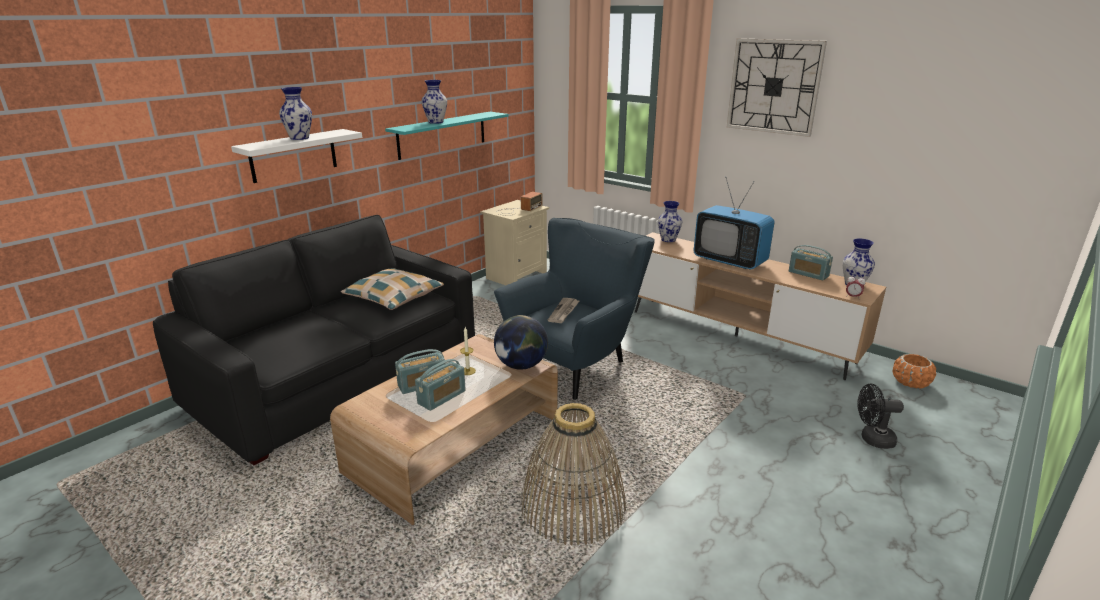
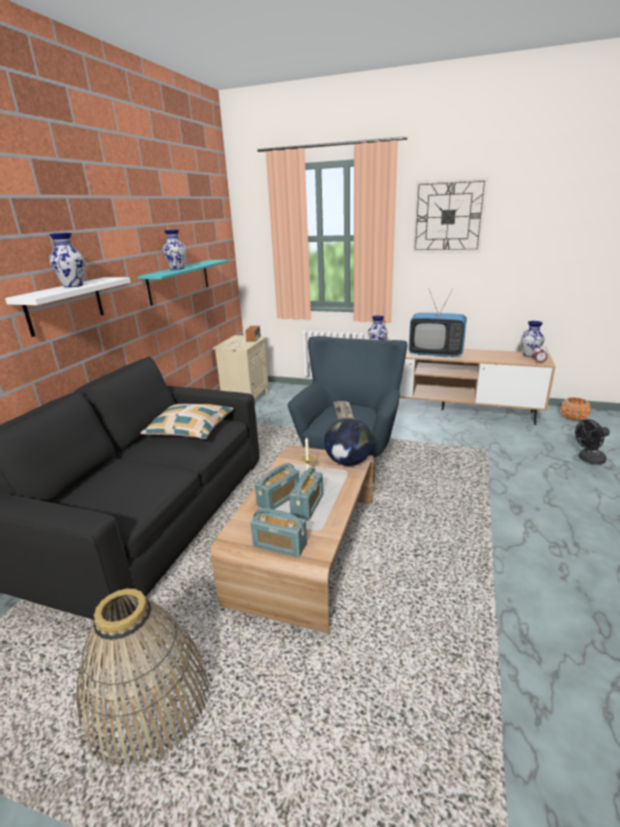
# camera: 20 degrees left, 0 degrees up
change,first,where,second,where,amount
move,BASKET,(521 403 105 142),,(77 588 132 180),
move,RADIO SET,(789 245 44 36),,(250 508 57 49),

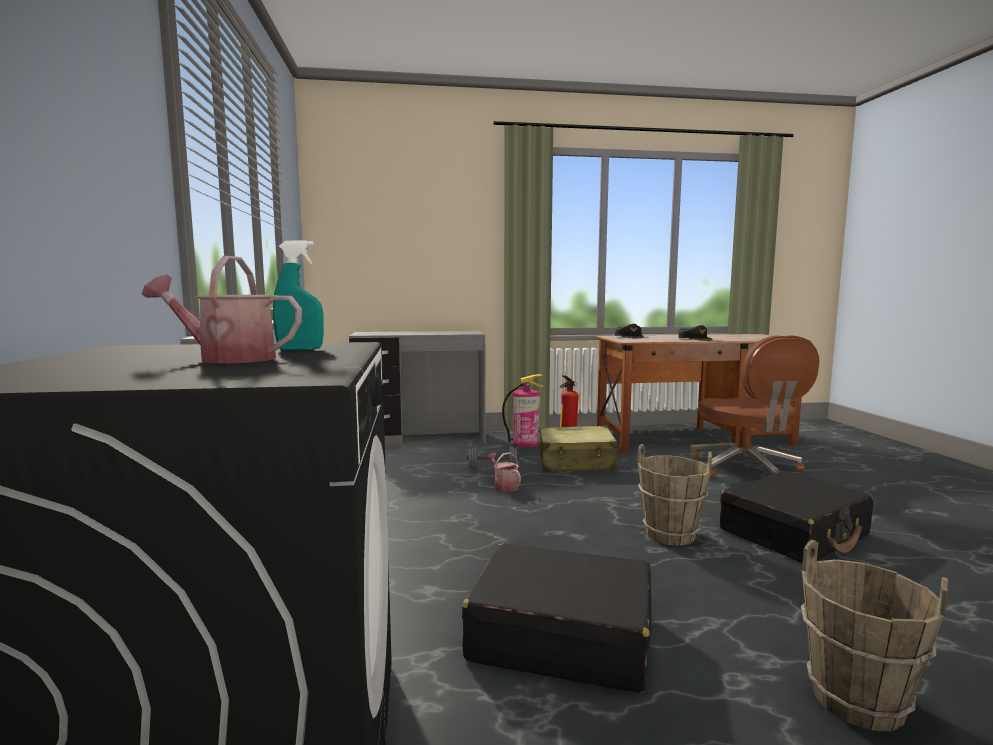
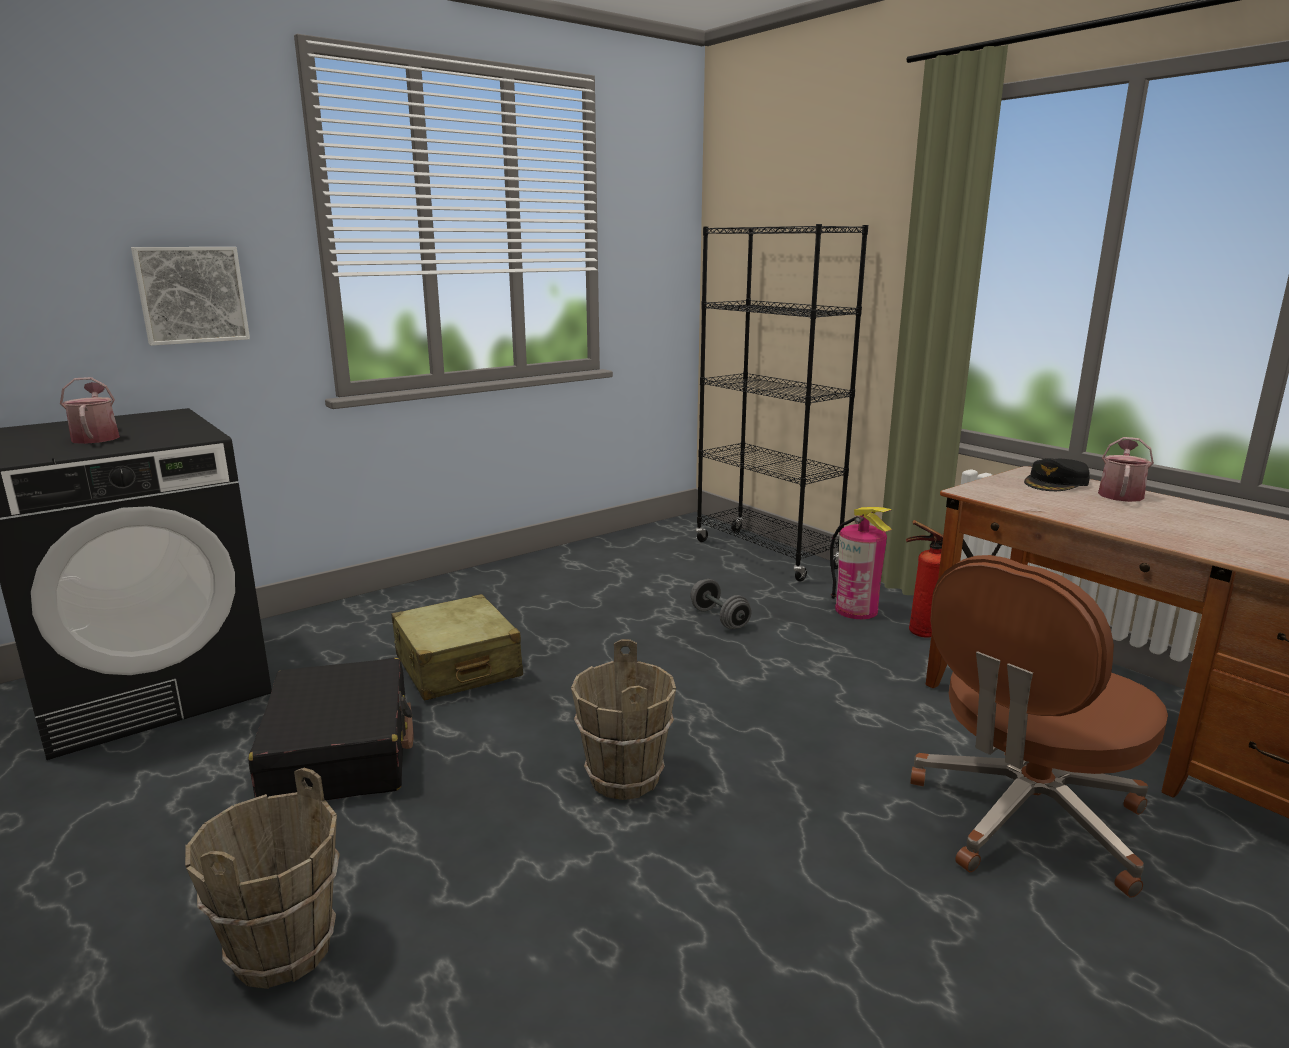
# camera: 60 degrees right, 10 degrees up
change,first,where,second,where,amount
insert,,,PICTURE,(131 247 119 99),
move,BEIGE SUITCASE,(539 426 80 46),,(391 594 132 107),
replace,GREYISH DESK,(349 331 137 116),BLACK BOOKCASE,(696 224 172 357),
move,WATERING POT,(487 452 34 40),,(1098 437 56 65),
delete,TURQUOISE SPRAYER,(273 240 51 111),,,
delete,BLACK PEAKED CAP,(678 325 34 16),,,
delete,BLACK SUITCASE,(719 471 154 92),,,

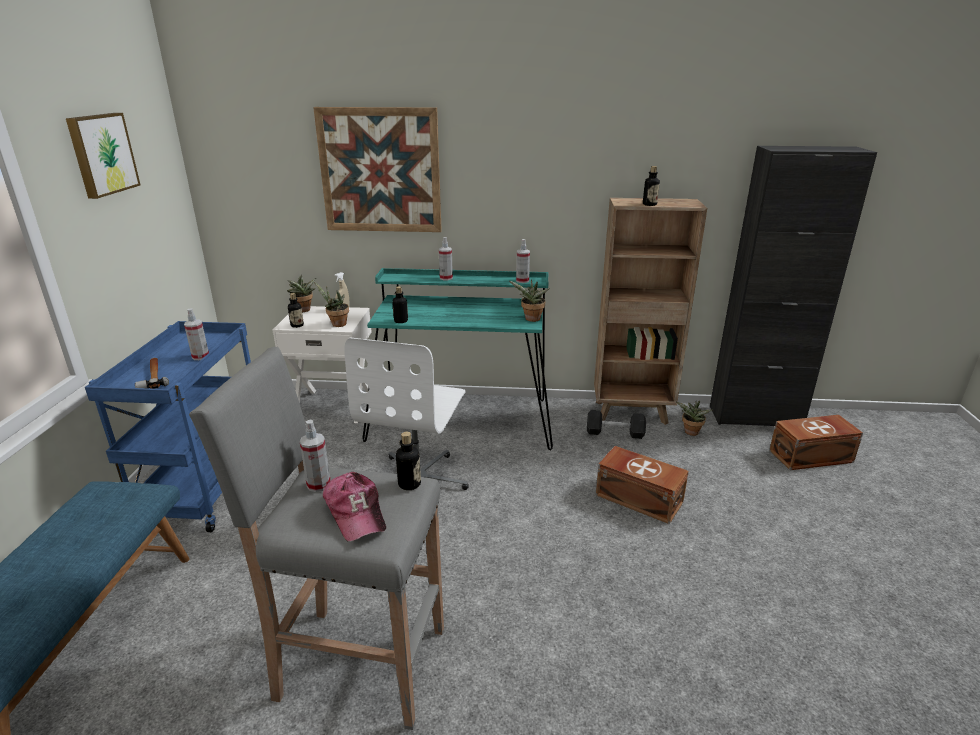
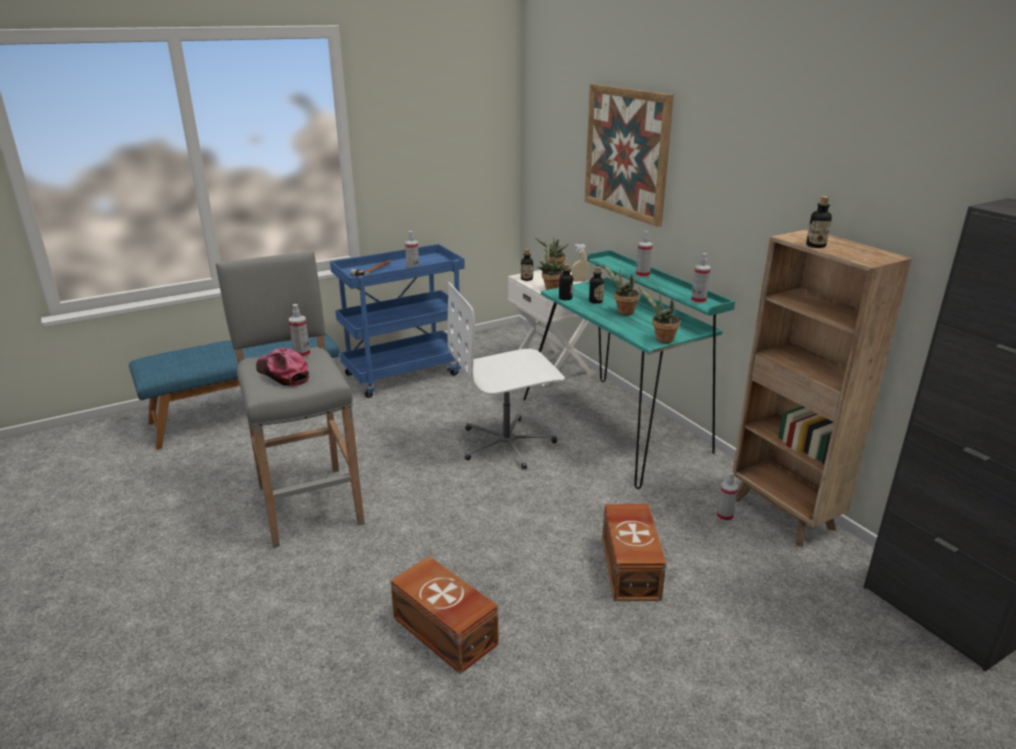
# camera: 55 degrees right, 0 degrees up
change,first,where,second,where,amount
rotate,PEAKED CAP,(323 472 63 69),,(256 348 53 39),105 degrees clockwise
move,BROWN STORAGE BIN,(769 415 94 55),,(390 556 109 118),
move,BOTTLE,(396 431 25 59),,(589 267 15 37),
move,POTTED PLANT,(676 400 37 36),,(603 264 37 51),
replace,BLACK DUMBBELL,(587 410 59 29),SPRAYER,(717 472 21 50),
delete,PICTURE,(66 113 75 86),,,

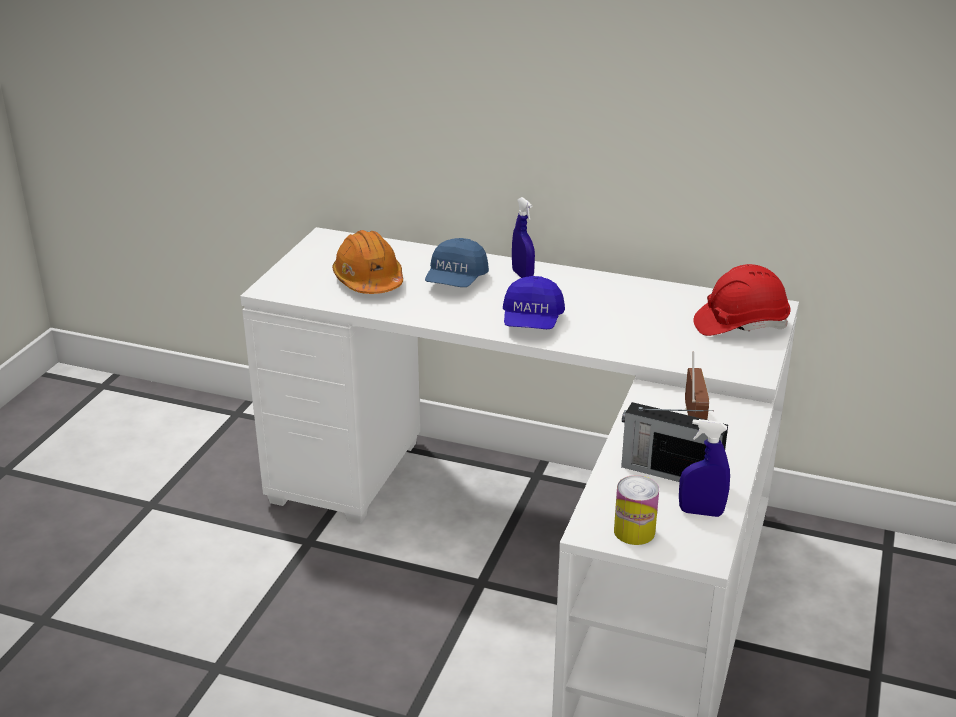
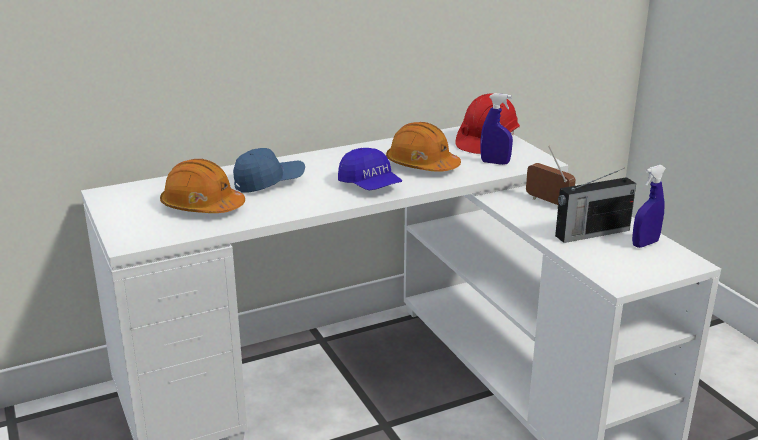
# camera: 45 degrees left, 5 degrees down
change,first,where,second,where,amount
rotate,BLUISH PEAKED CAP,(425 238 64 49),,(233 148 72 45),90 degrees counterclockwise
insert,,,ORANGE-COLOURED SAFETY HELMET,(386 122 75 49),
move,BLUISH SPRAYER,(512 197 23 81),,(480 93 33 72),
delete,SEALED CAN,(614 475 45 70),,,

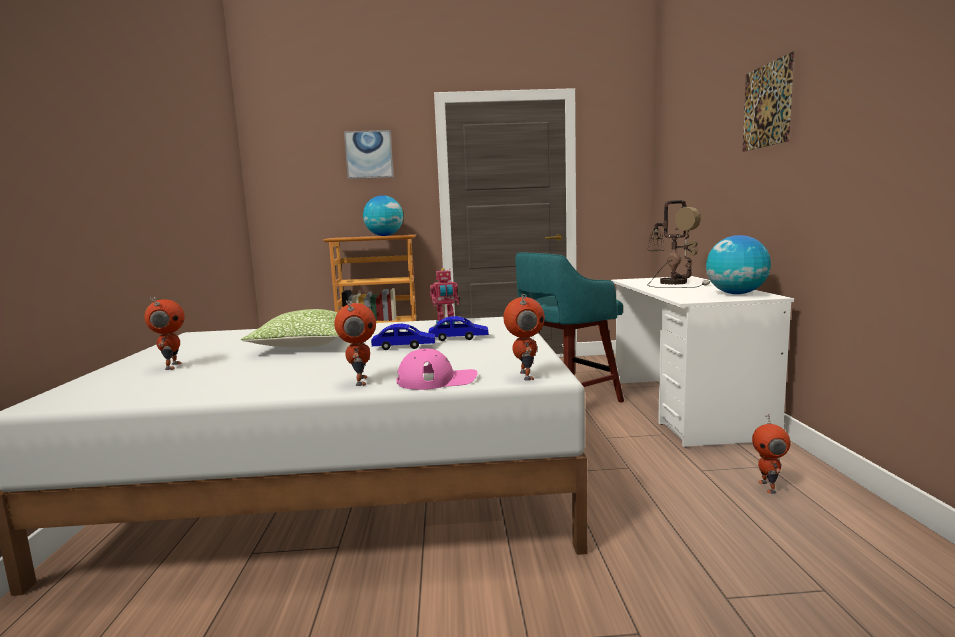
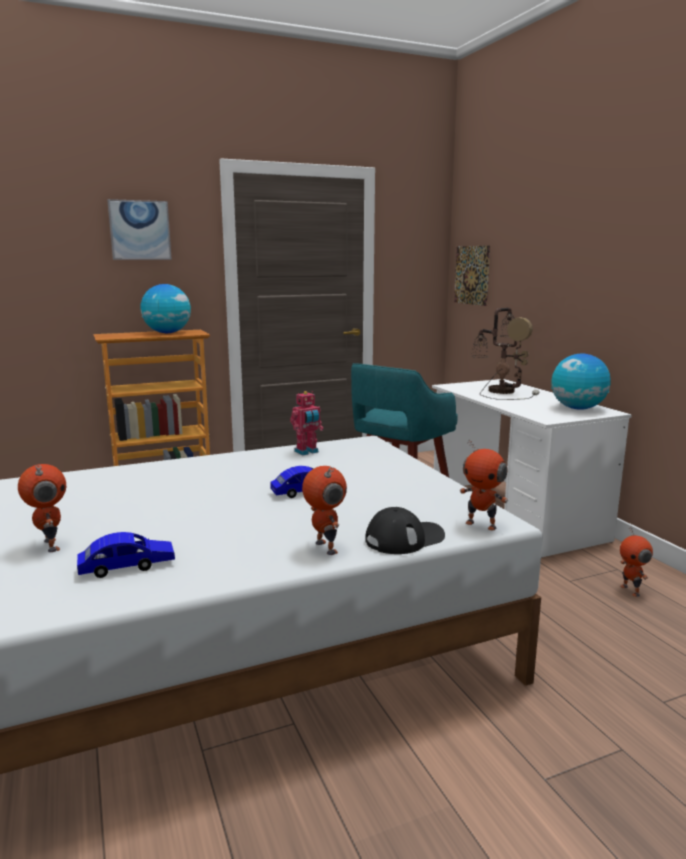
# camera: 20 degrees left, 5 degrees up
change,first,where,second,where,amount
move,BLUISH MINIATURE CAR,(428 316 61 25),,(77 532 98 46),
recolor,PINKISH PEAKED CAP,(396 349 82 41),BLACK PEAKED CAP,(365 507 80 47),
move,PICTURE,(742 52 52 100),,(454 246 36 60),
rotate,ROBOT FIGURE,(503 294 42 87),,(460 439 48 91),150 degrees clockwise
delete,CUSHION,(241 309 98 39),,,

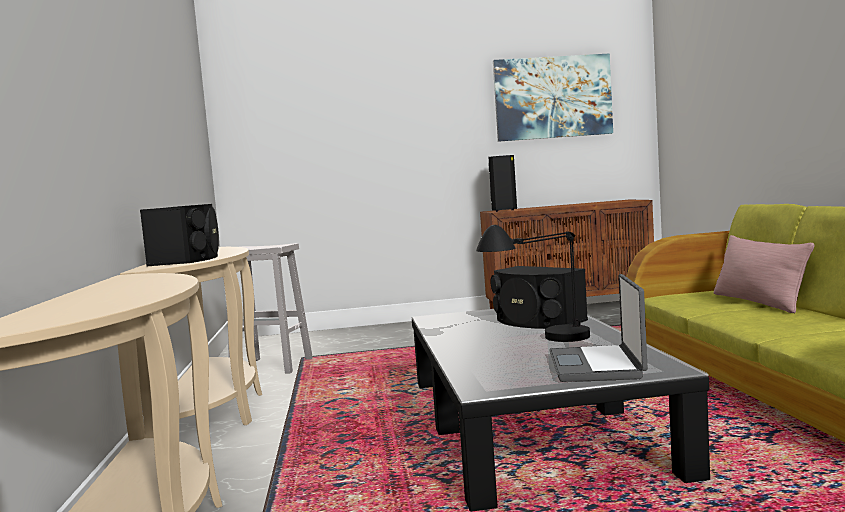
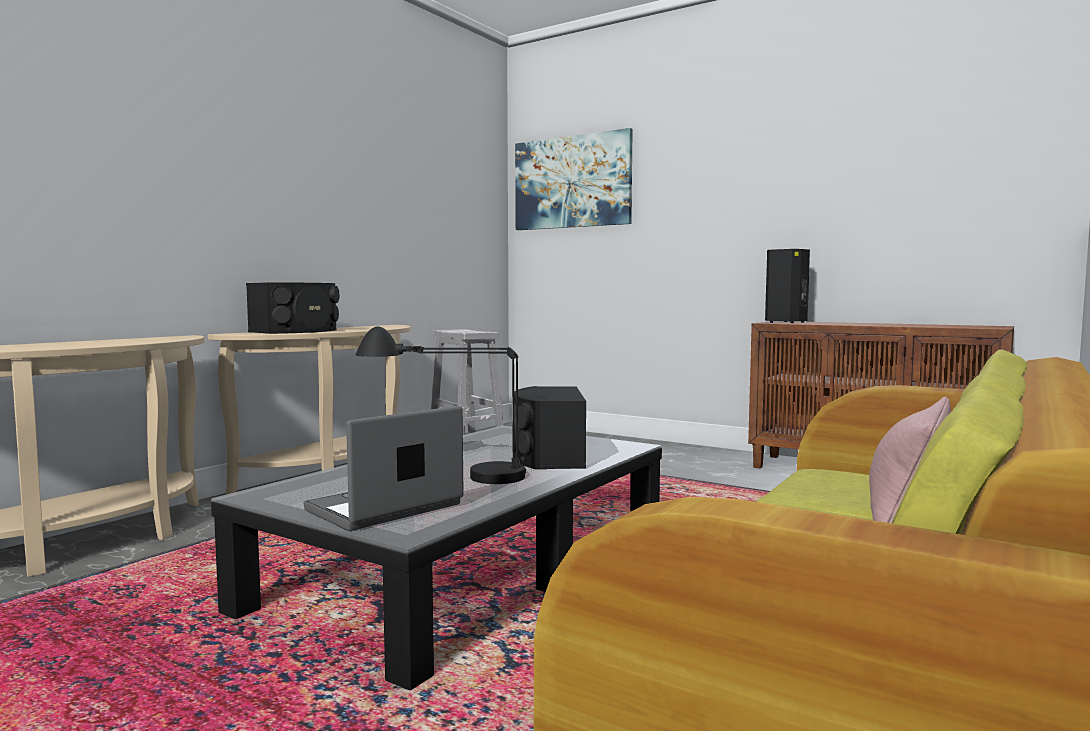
# camera: 40 degrees right, 0 degrees up
change,first,where,second,where,amount
move,PICTURE,(493 53 120 89),,(515 128 118 102),

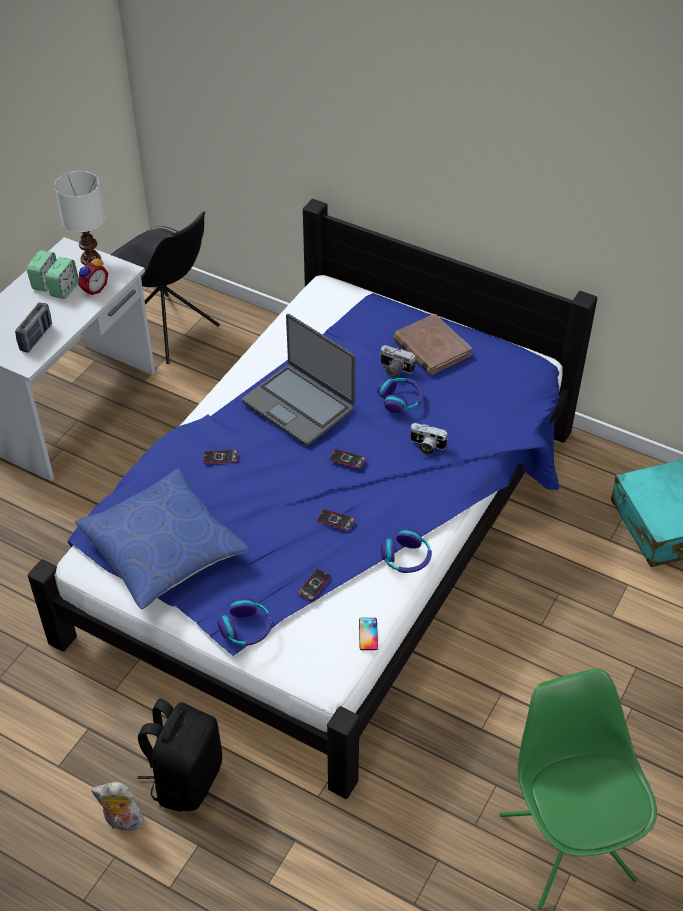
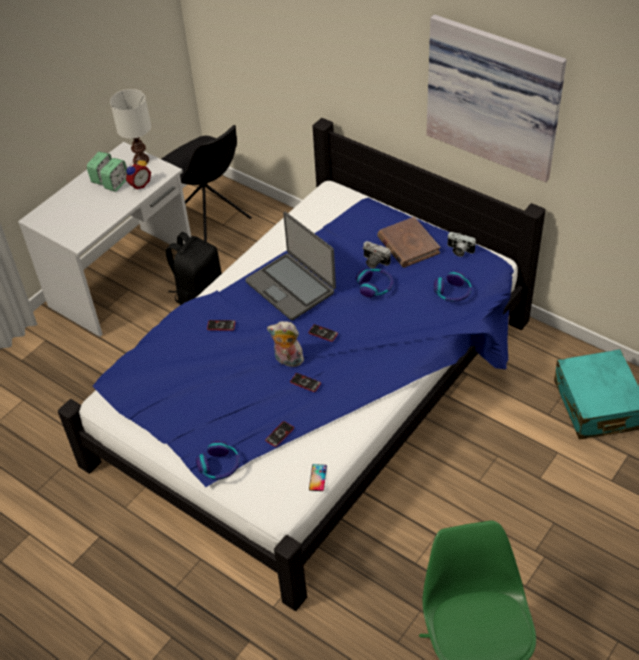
# camera: 10 degrees right, 0 degrees up
change,first,where,second,where,amount
move,BLACK BACKPACK,(137 698 85 114),,(166 232 56 73),
move,CUDDLY TOY,(91 782 53 50),,(267 321 37 46),
insert,,,PICTURE,(426 15 141 167),
move,HEADPHONES,(381 528 51 45),,(434 271 38 31),
move,PHOTO CAMERA,(410 423 37 32),,(447 232 29 25),
delete,RADIO SET,(15 302 37 51),,,
delete,BLUISH CUSHION,(75 469 174 141),,,

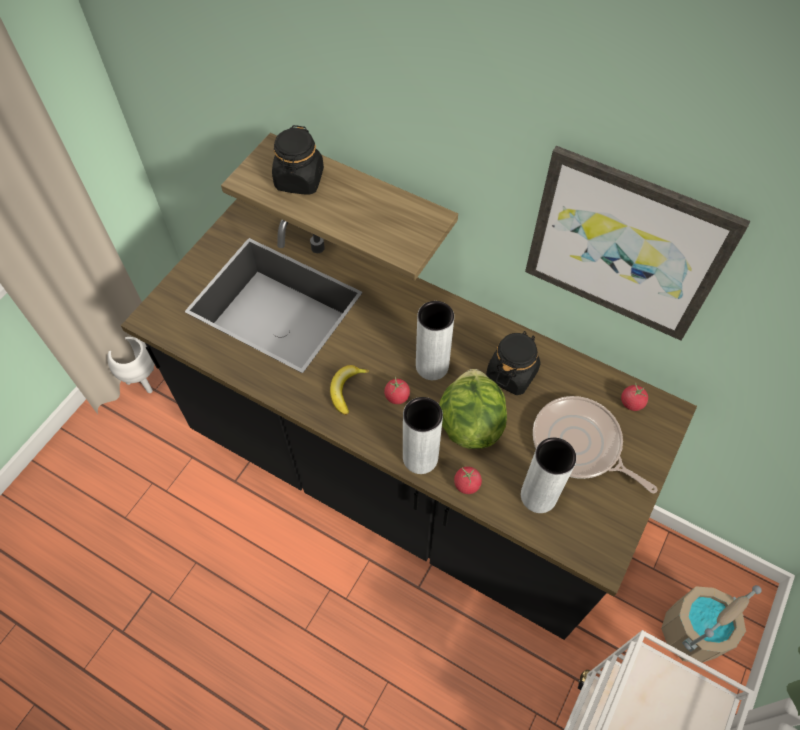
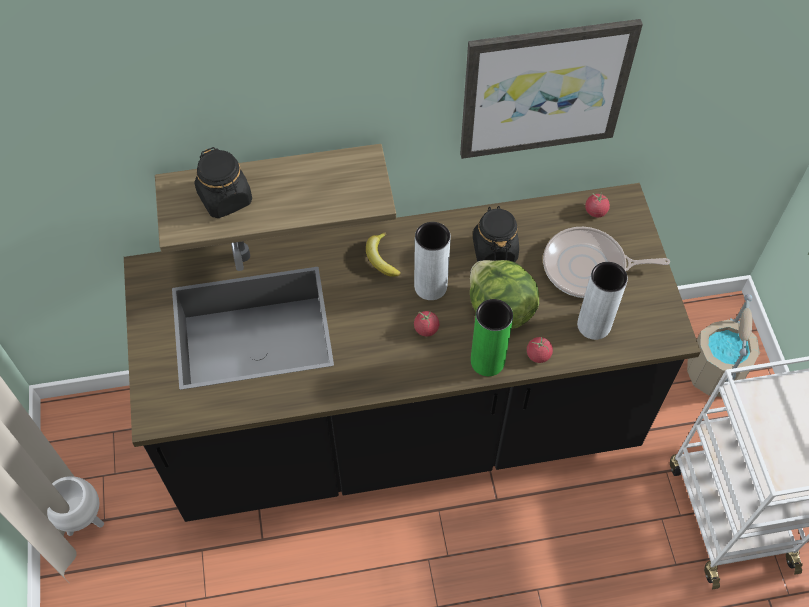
# camera: 40 degrees left, 0 degrees up
change,first,where,second,where,amount
move,BANANA,(330 365 39 50),,(366 233 34 44),
recolor,GREYISH VASE,(403 397 40 77),GREEN-COLOURED VASE,(471 299 42 77),

